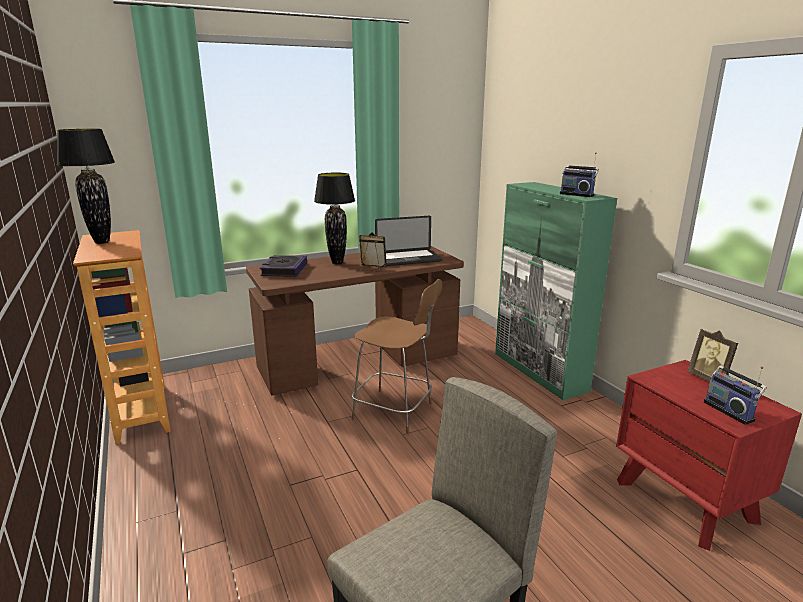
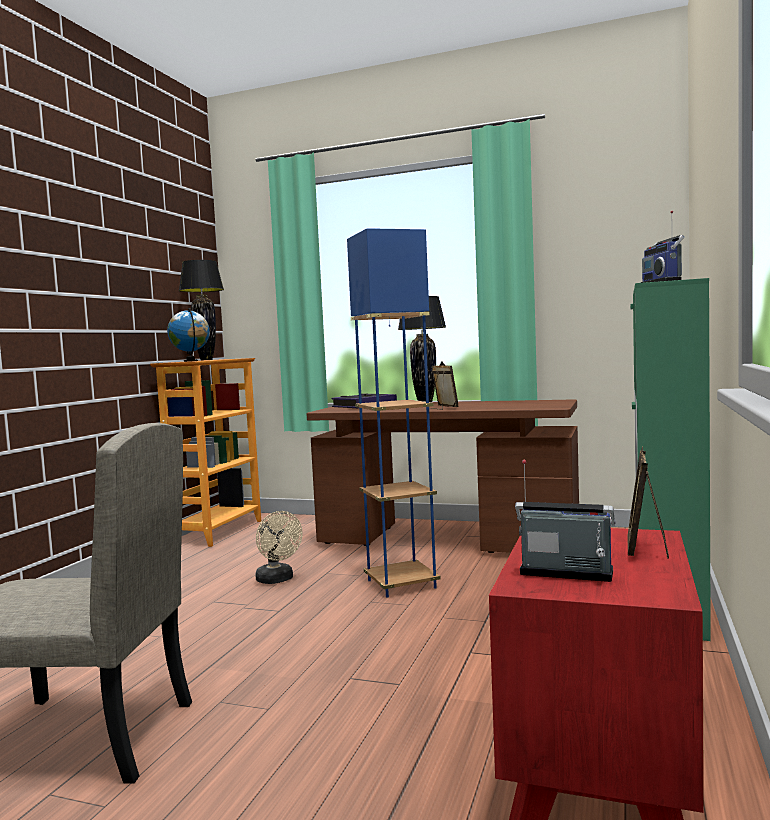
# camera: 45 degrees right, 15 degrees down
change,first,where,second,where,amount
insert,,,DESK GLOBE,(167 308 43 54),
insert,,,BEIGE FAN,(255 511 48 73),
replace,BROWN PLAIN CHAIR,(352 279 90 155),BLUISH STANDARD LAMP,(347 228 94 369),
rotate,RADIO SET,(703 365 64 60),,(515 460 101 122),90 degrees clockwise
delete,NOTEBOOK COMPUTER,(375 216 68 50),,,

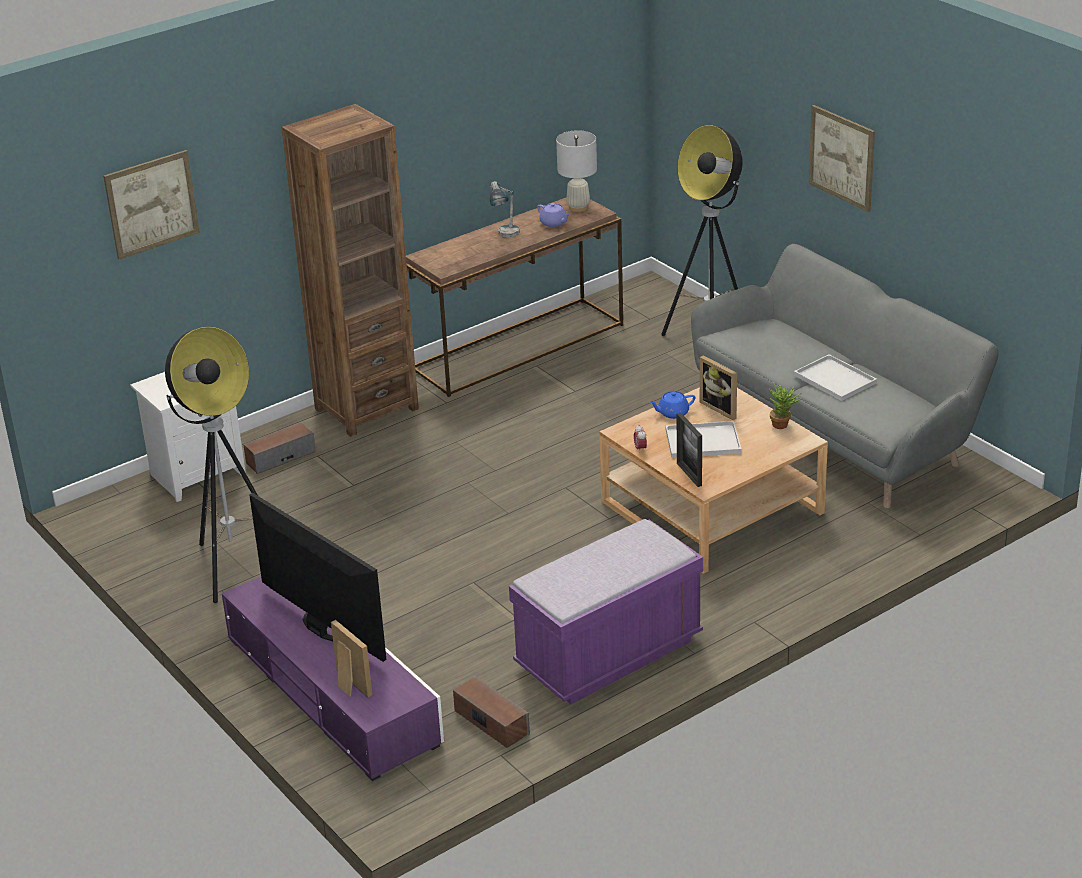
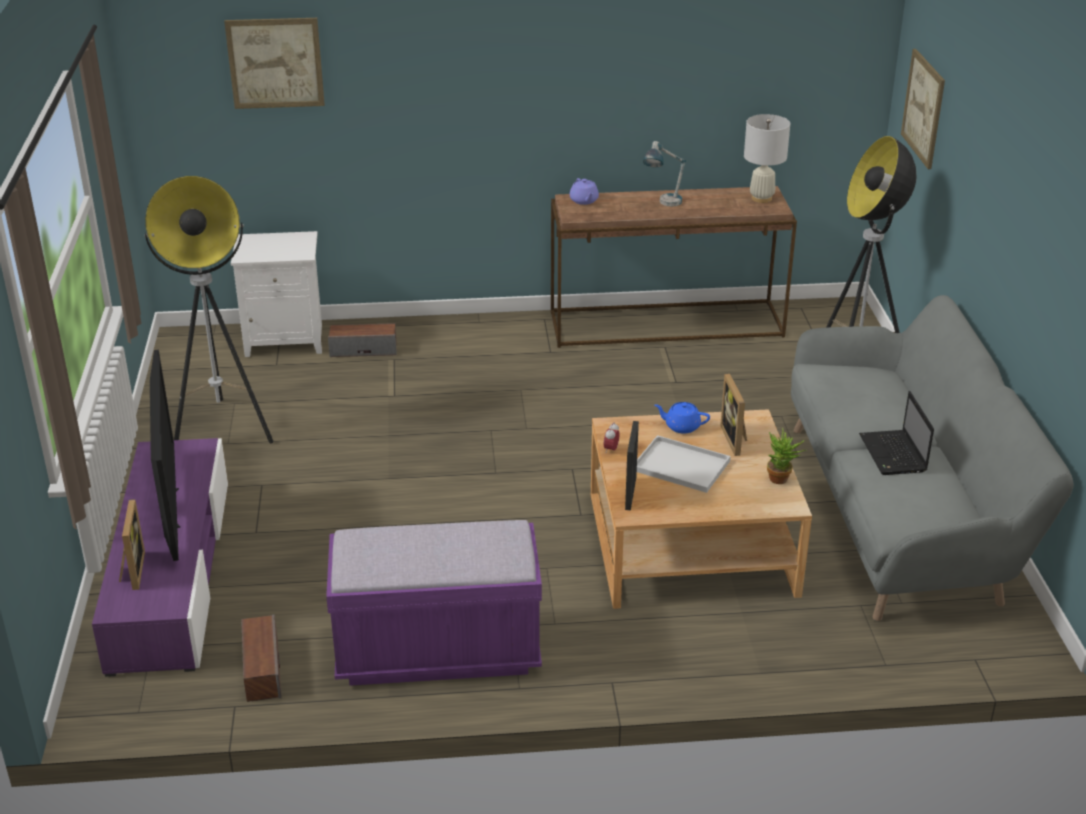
# camera: 30 degrees right, 0 degrees up
change,first,where,second,where,amount
move,PURPLE-COLOURED TEA POT,(537 203 33 24),,(569 178 30 27),
replace,WHITE CARRYING TRAY,(794 354 83 47),NOTEBOOK COMPUTER,(859 391 75 84),
move,PICTURE,(809 105 66 107),,(901 49 44 120),
delete,BROWN BOOKCASE,(281 104 138 333),,,

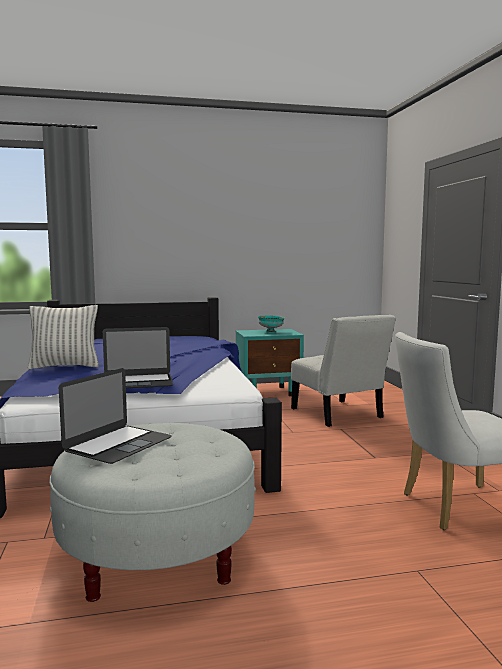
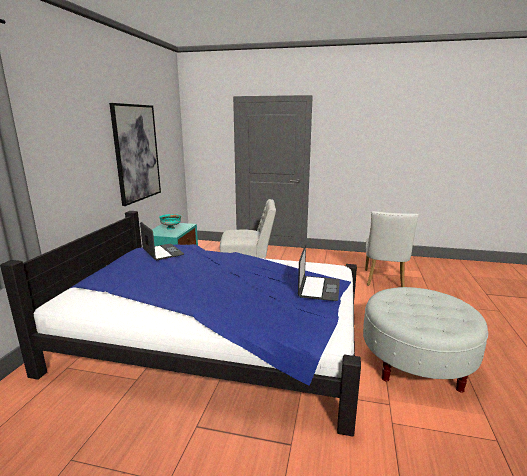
# camera: 65 degrees left, 10 degrees up
change,first,where,second,where,amount
insert,,,PICTURE,(109 103 52 103),
move,NOTEBOOK COMPUTER,(59 368 113 96),,(140 222 44 38),
delete,CUSHION,(28 305 71 64),,,

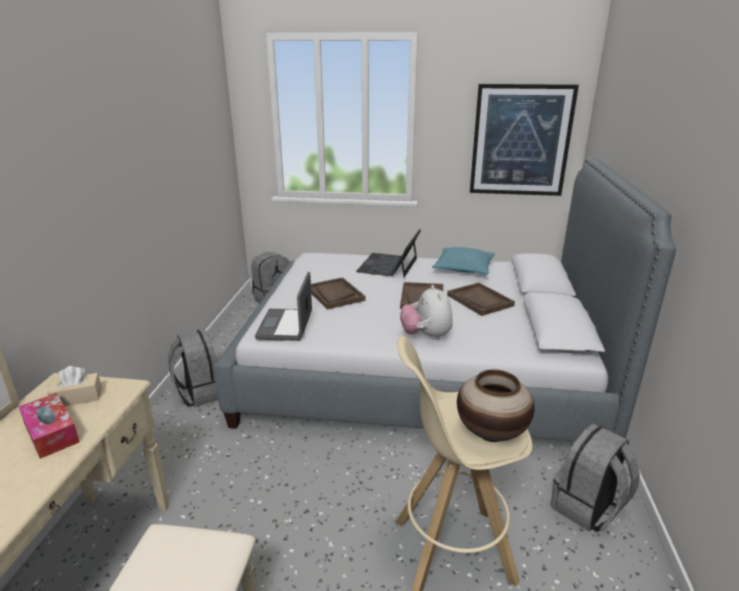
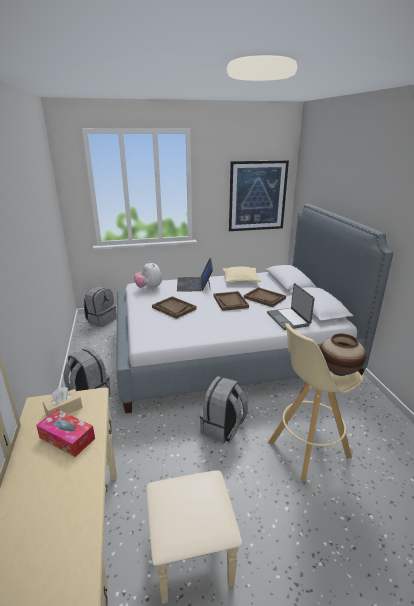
# camera: 20 degrees left, 0 degrees up
change,first,where,second,where,amount
move,CUDDLY TOY,(400 285 53 55),,(134 261 28 28),
move,GREYISH BACKPACK,(551 423 89 109),,(199 376 49 67),
recolor,TURQUOISE CUSHION,(432 247 63 27),BEIGE CUSHION,(223 267 38 15),
move,NOTEBOOK COMPUTER,(255 272 57 69),,(267 283 48 47),

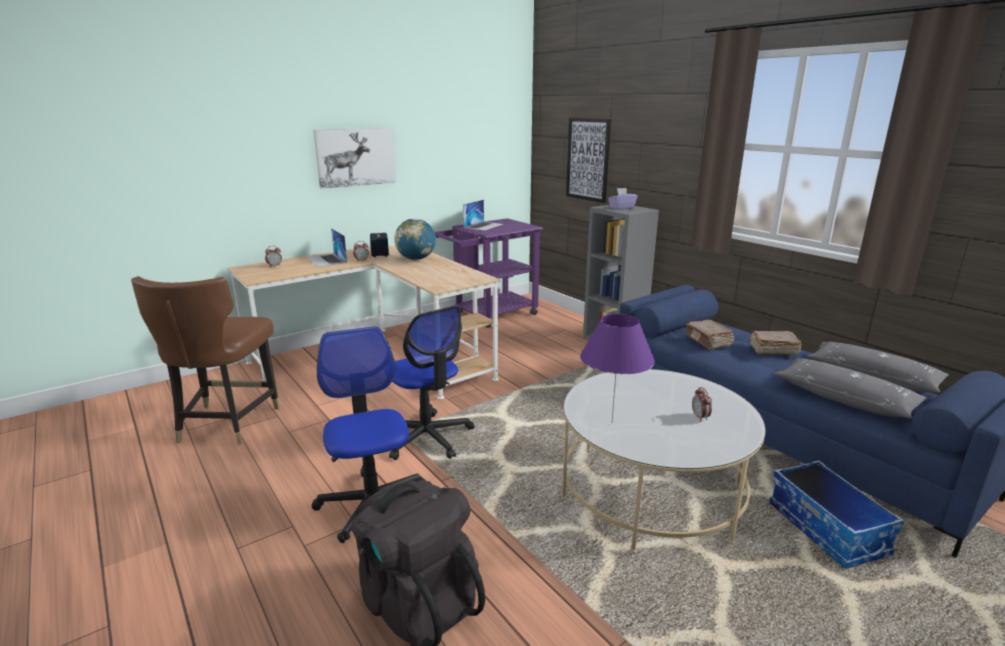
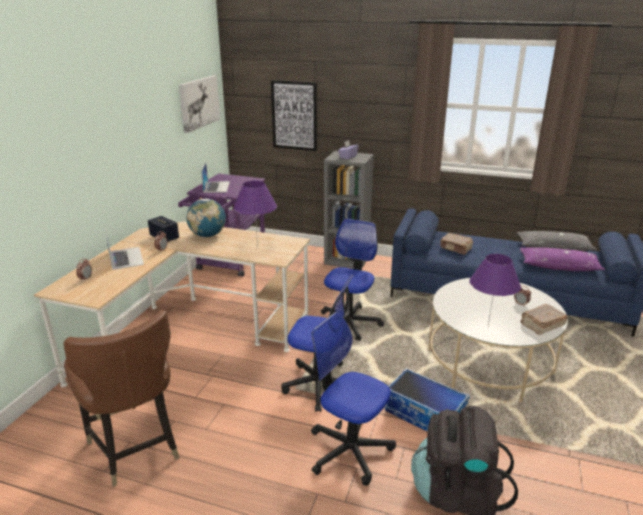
# camera: 35 degrees left, 5 degrees up
change,first,where,second,where,amount
rotate,NOTEBOOK COMPUTER,(306 228 41 39),,(105 228 39 42),135 degrees counterclockwise
move,PICTURE,(313 128 83 61),,(179 75 41 58),
insert,,,PURPLE-COLOURED TABLETOP LAMP,(233 180 44 68),
insert,,,COMPUTER CHAIR,(321 219 63 122),
move,STORAGE BIN,(769 460 136 109),,(385 368 85 64),
recolor,GREYISH CUSHION,(774 358 153 60),PURPLE-COLOURED CUSHION,(520 247 85 25),
move,BROWN BOUND BOOK,(750 331 52 24),,(520 304 48 31),

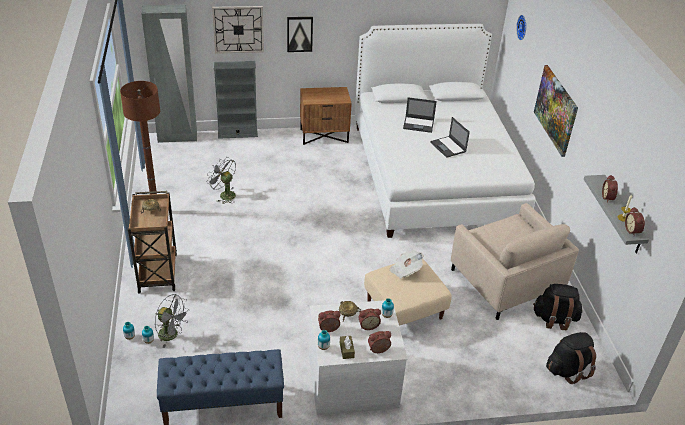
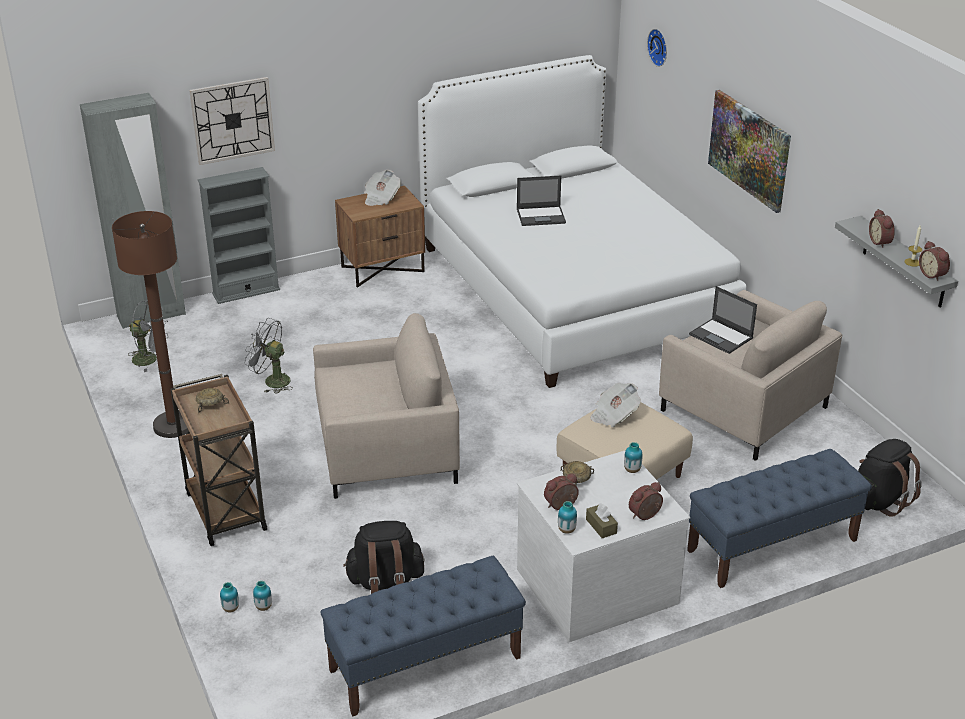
# camera: 15 degrees left, 5 degrees down
change,first,where,second,where,amount
move,GREYISH FAN,(155 294 33 54),,(129 300 39 72),
insert,,,BEIGE EASY CHAIR,(313 313 147 186),
move,BLACK BACKPACK,(533 284 49 46),,(343 521 82 73),
insert,,,DAILY PAPER,(364 170 37 36),
insert,,,BLUISH BENCH,(687 449 185 139),
move,NOTEBOOK COMPUTER,(430 117 40 41),,(689 286 68 68),
delete,PICTURE,(287 17 26 35),,,
delete,ALARM CLOCK,(358 309 23 21),,,

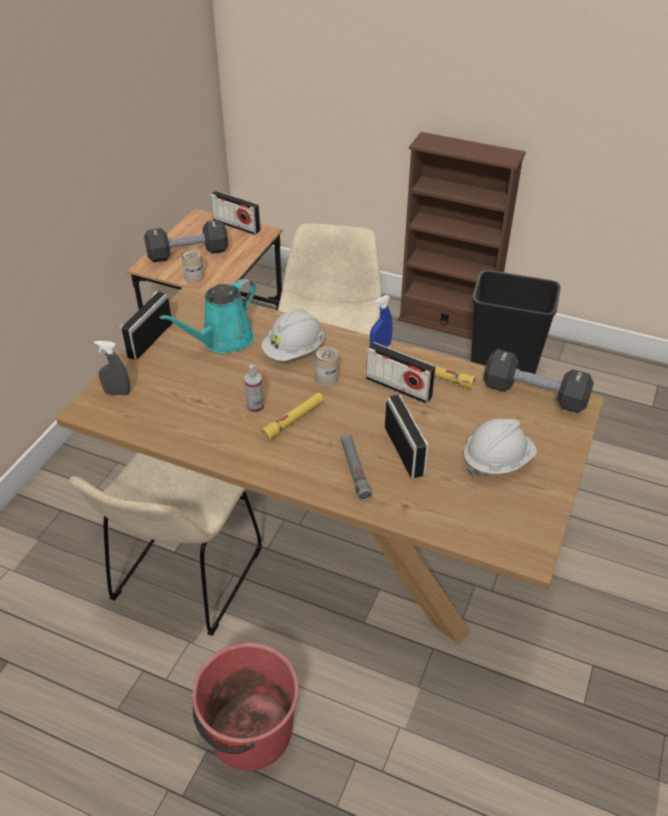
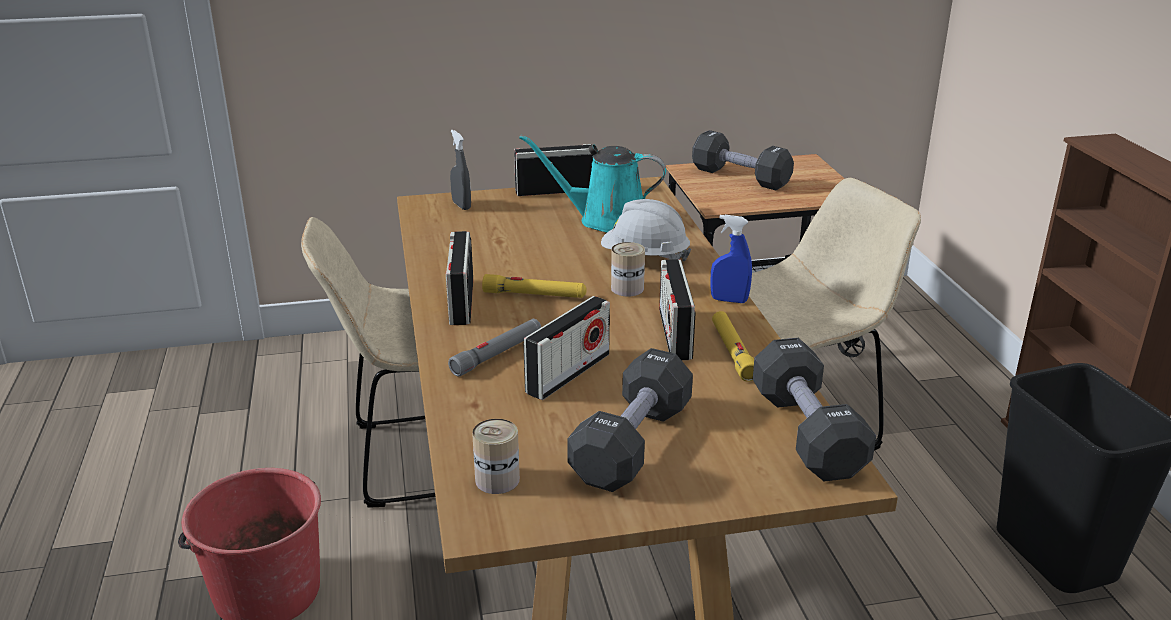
# camera: 55 degrees right, 15 degrees down
change,first,where,second,where,amount
move,RADIO SET,(210 190 51 45),,(446 231 27 94),
move,SEALED CAN,(181 249 23 34),,(472 419 48 75),
replace,WHITE SAFETY HELMET,(464 418 73 59),BLACK DUMBBELL,(567 348 126 144),
delete,SPRAYER,(244 364 20 50),,,

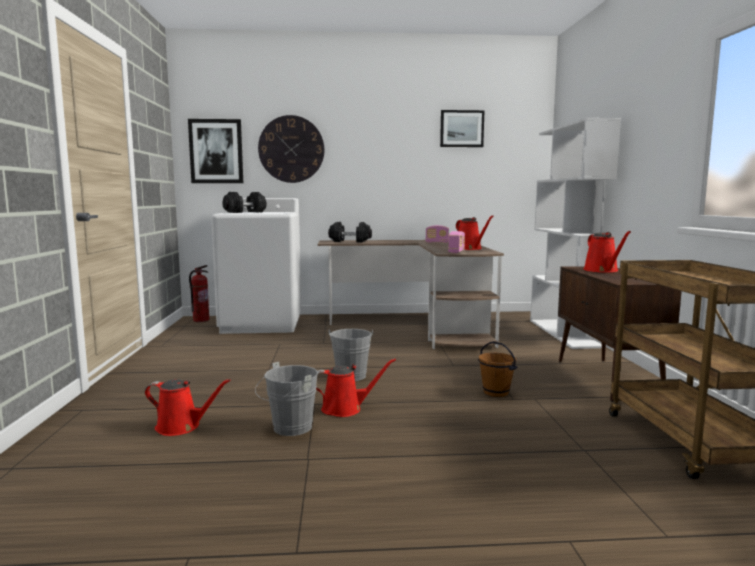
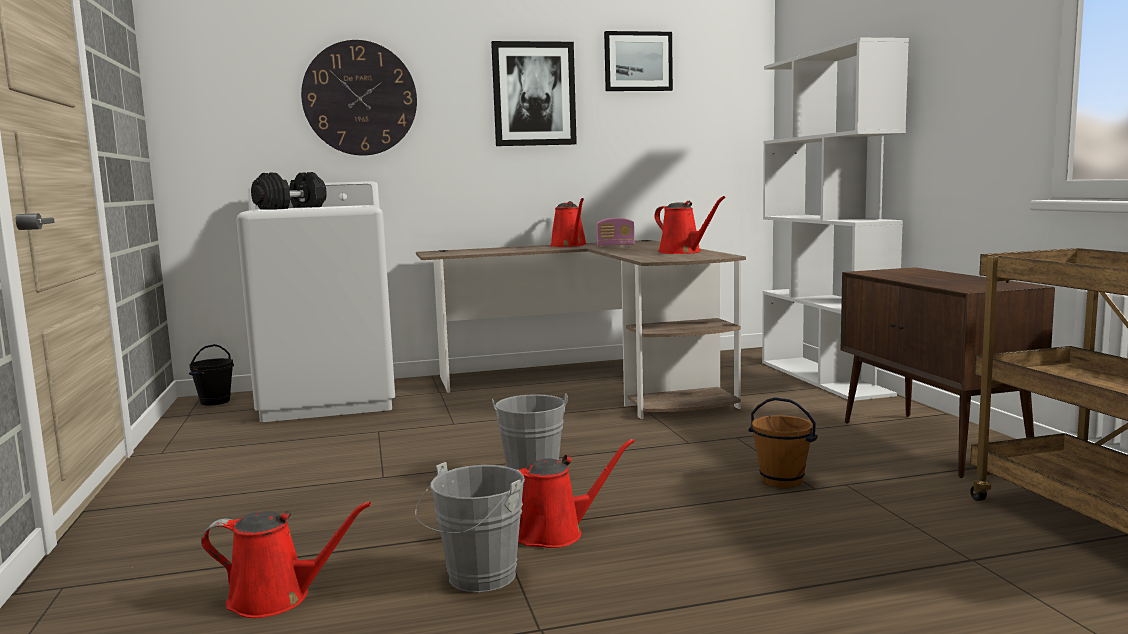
# camera: 10 degrees left, 0 degrees up
change,first,where,second,where,amount
replace,FIRE EXTINGUISHER,(189 265 20 57),BLACK PAIL,(189 344 45 62),
move,PICTURE,(188 119 55 64),,(491 41 86 105),
move,RED WATERING POT,(584 231 47 42),,(550 198 37 49),
delete,BLACK DUMBBELL,(328 222 44 20),,,
delete,RADIO SET,(448 231 17 22),,,

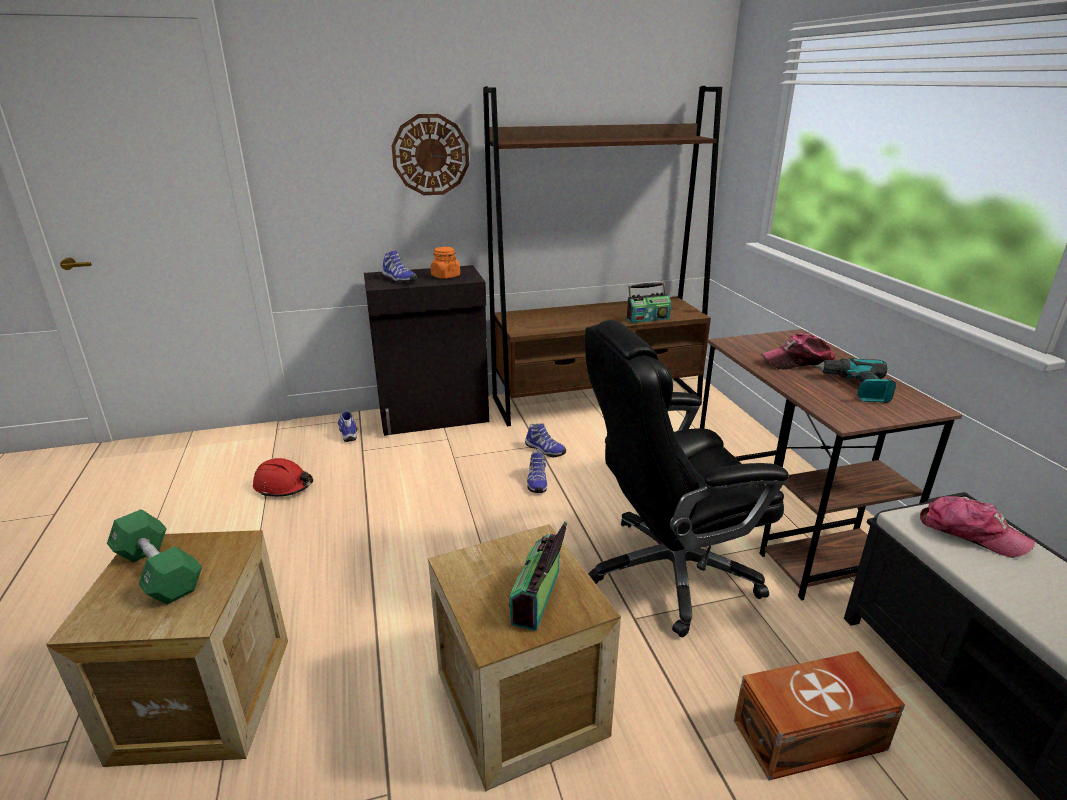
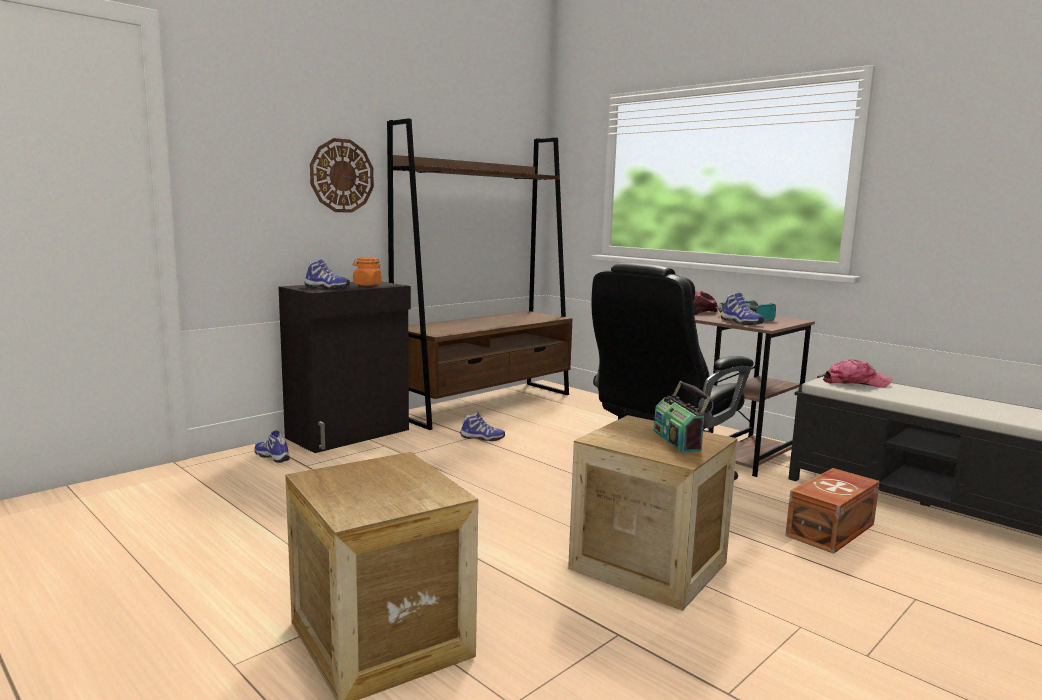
# camera: 30 degrees left, 15 degrees down
change,first,where,second,where,amount
move,SHOE,(527 449 20 44),,(721 293 43 32),
delete,GREEN-COLOURED DUMBBELL,(107 509 95 96),,,
delete,RED SAFETY HELMET,(253 458 60 39),,,
delete,RADIO SET,(627 283 44 40),,,

